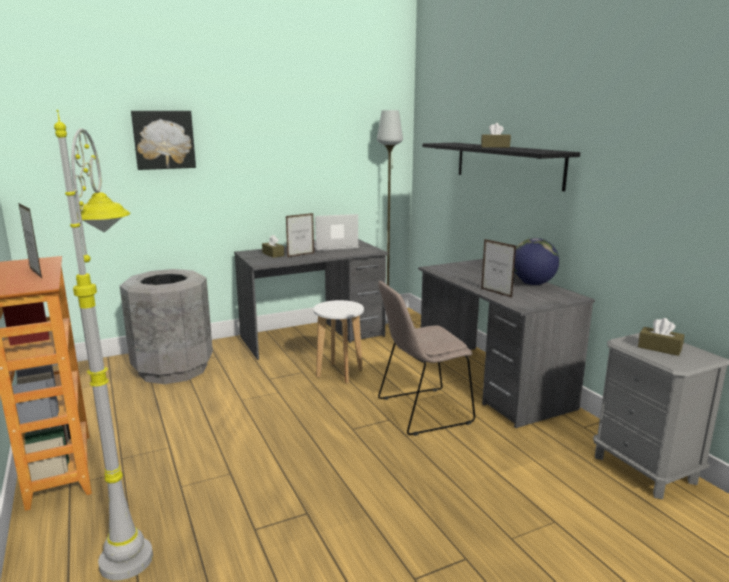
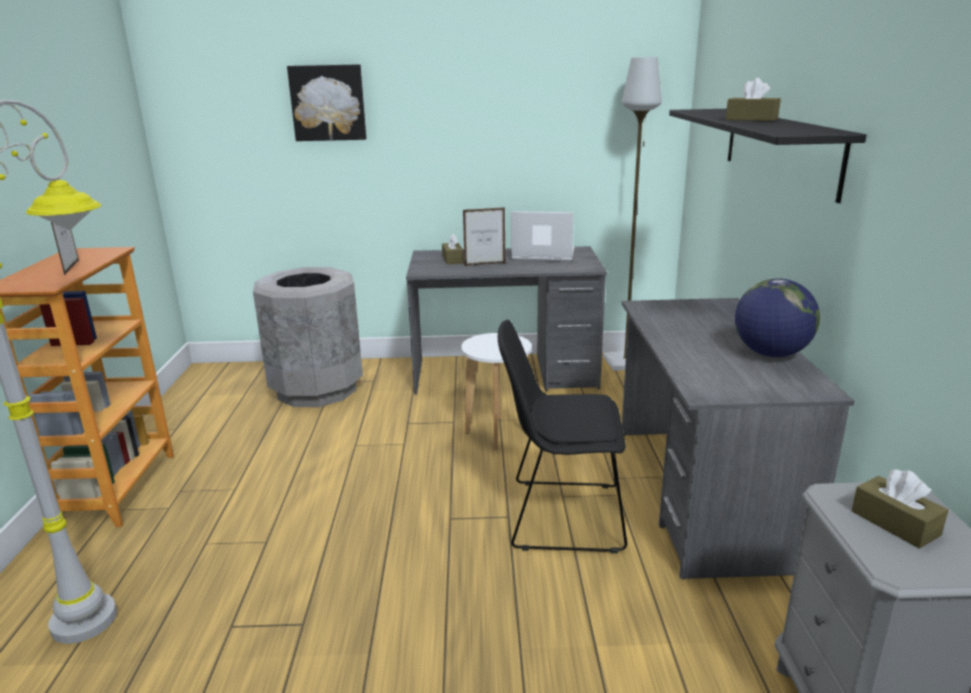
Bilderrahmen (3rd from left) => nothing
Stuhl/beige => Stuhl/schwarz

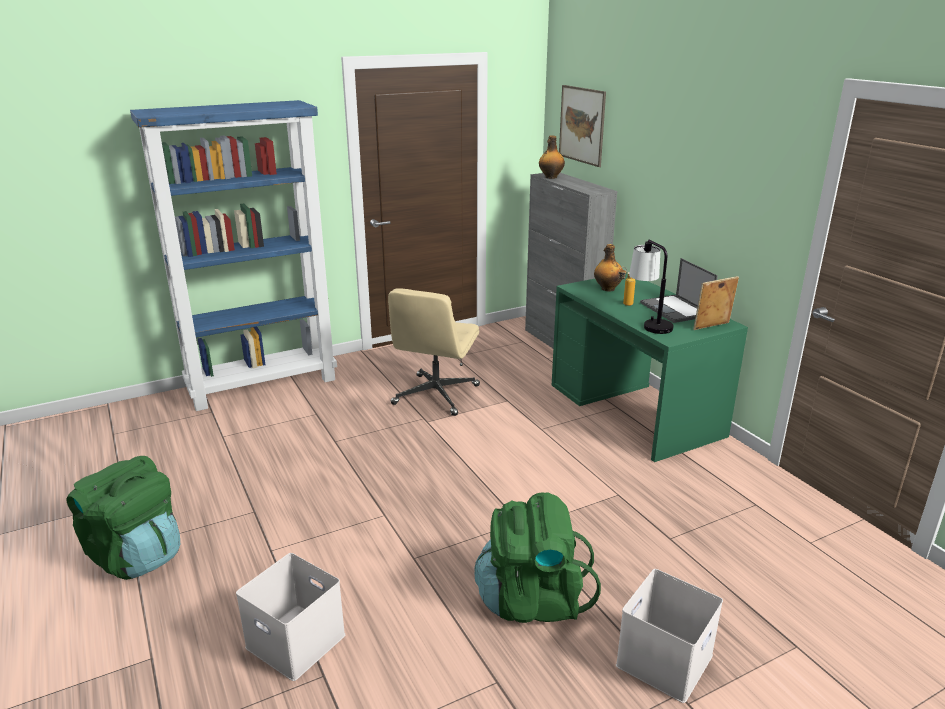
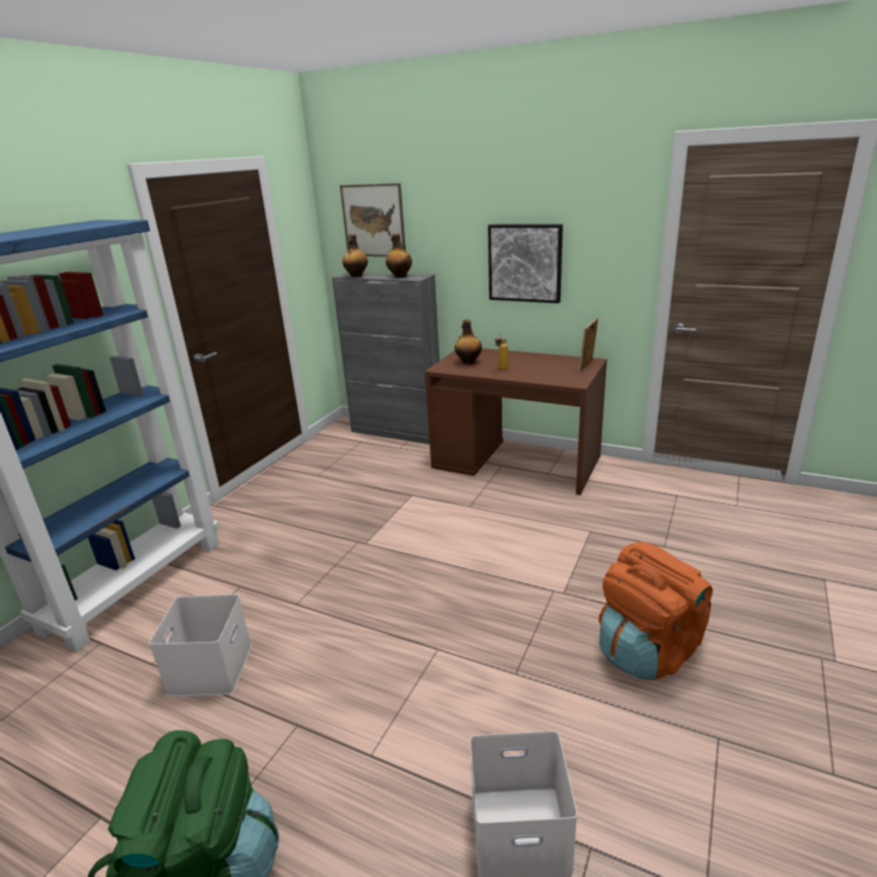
Bürostuhl/beige => nothing
Tischlampe => nothing
Laptop => nothing
nothing => Flasche (2nd from left)
nothing => Bild (2nd from left)
Aufbewahrungsbox/weiß (2nd from left in the first image) => Aufbewahrungsbox/weiß (1st from left), moved
Rucksack/grün (2nd from left) => Rucksack/orange
Schreibtisch/grün => Schreibtisch/braun

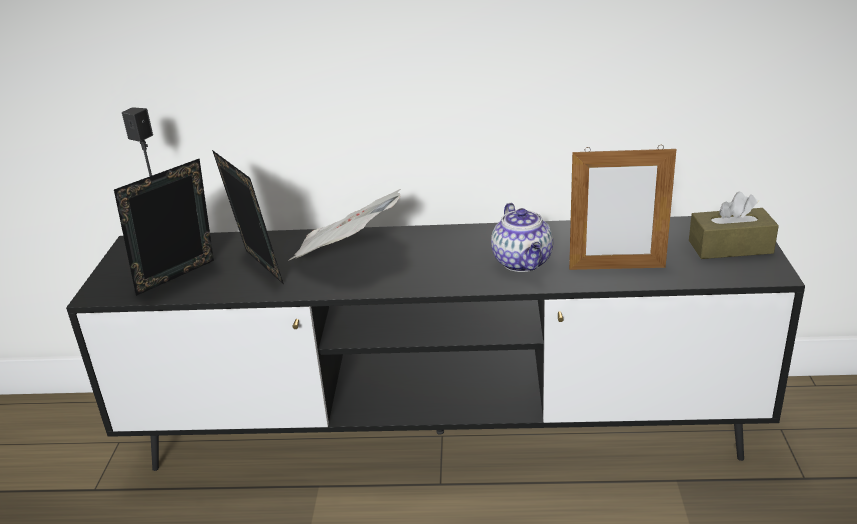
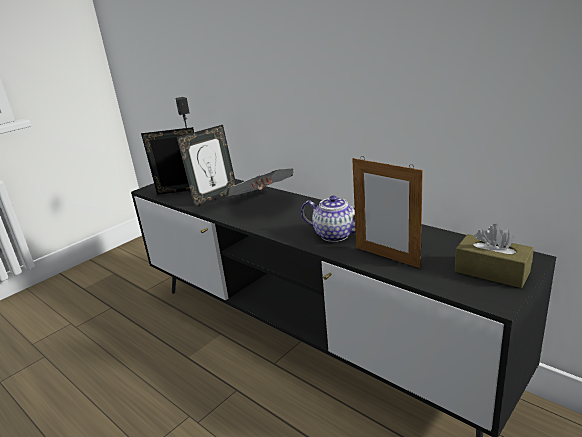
Bilderrahmen (2nd from left), 45 degrees clockwise
Teekanne, 90 degrees counterclockwise

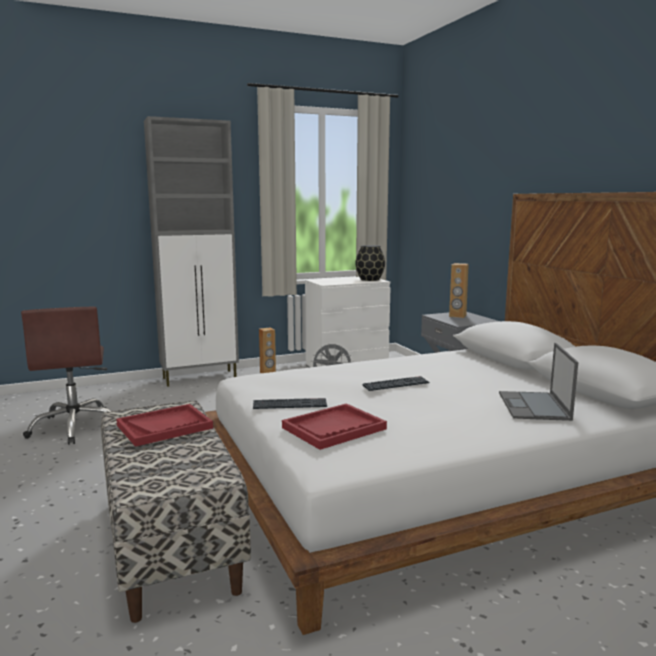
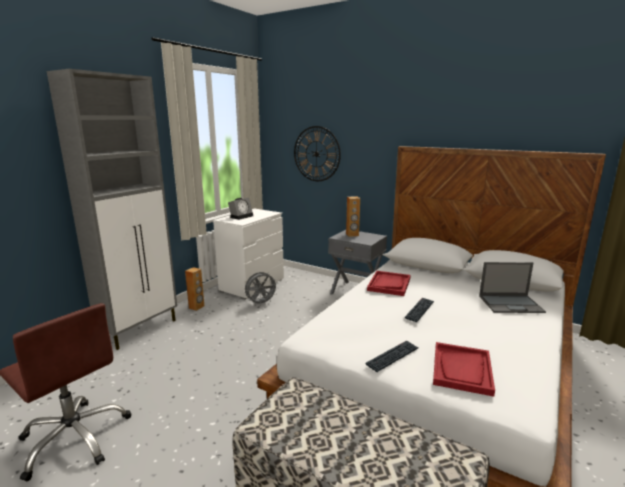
Vase/schwarz => nothing
nothing => Wecker
nothing => Wanduhr
Tablett/rot (1st from left), moved
Laptop, 60 degrees counterclockwise

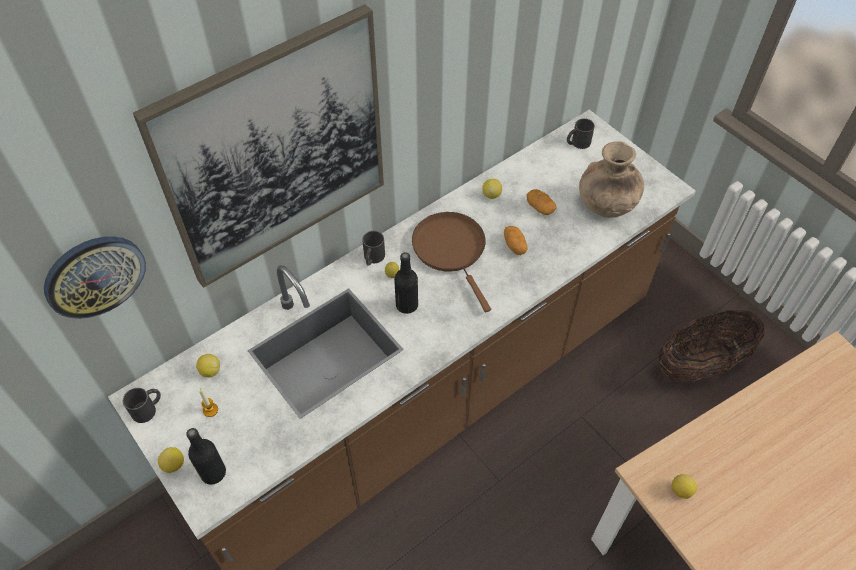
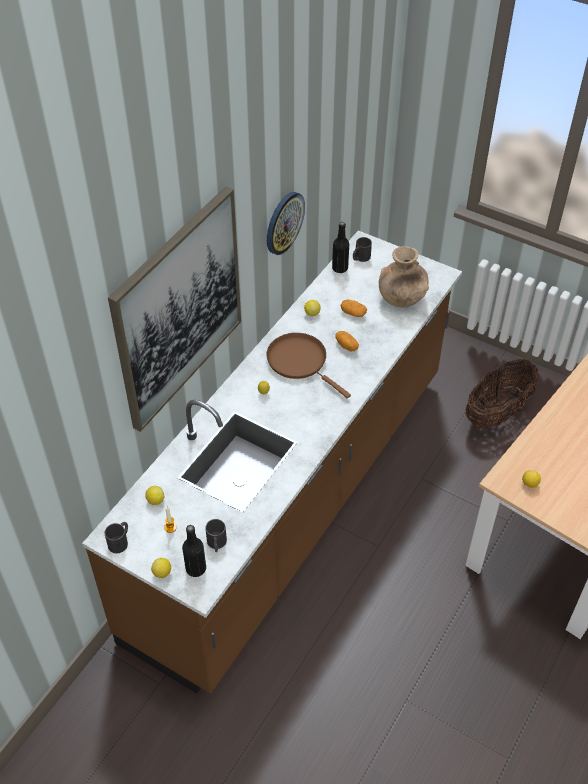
Wanduhr, moved
Henkelbecher/schwarz (2nd from left), moved
Flasche/schwarz (2nd from left), moved

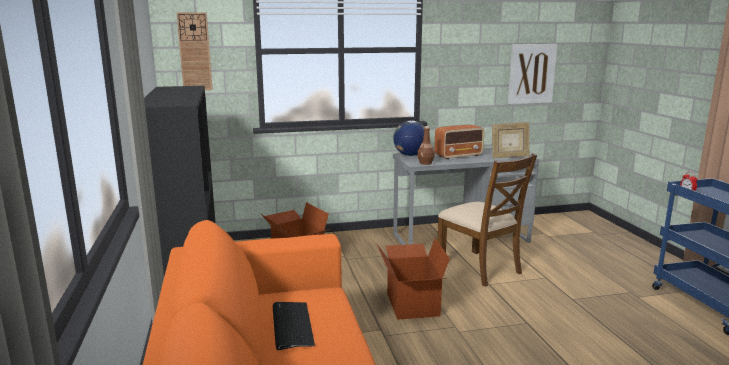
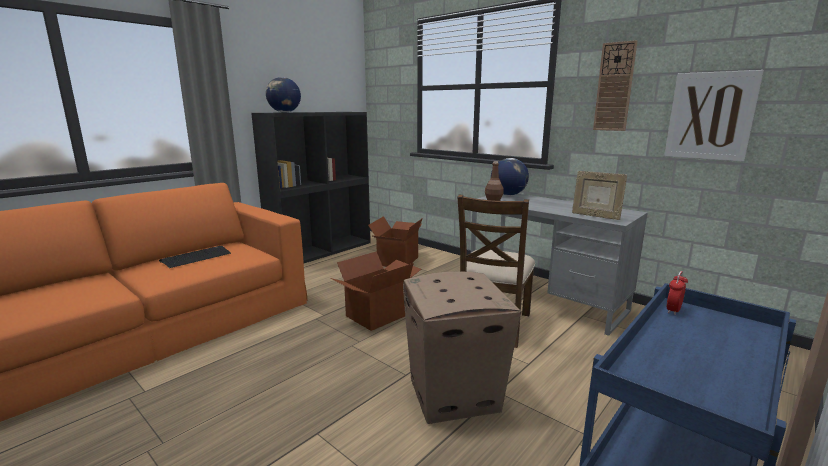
Radio => nothing
nothing => Globus (1st from left)
nothing => Karton (3rd from left)
Wanduhr, moved

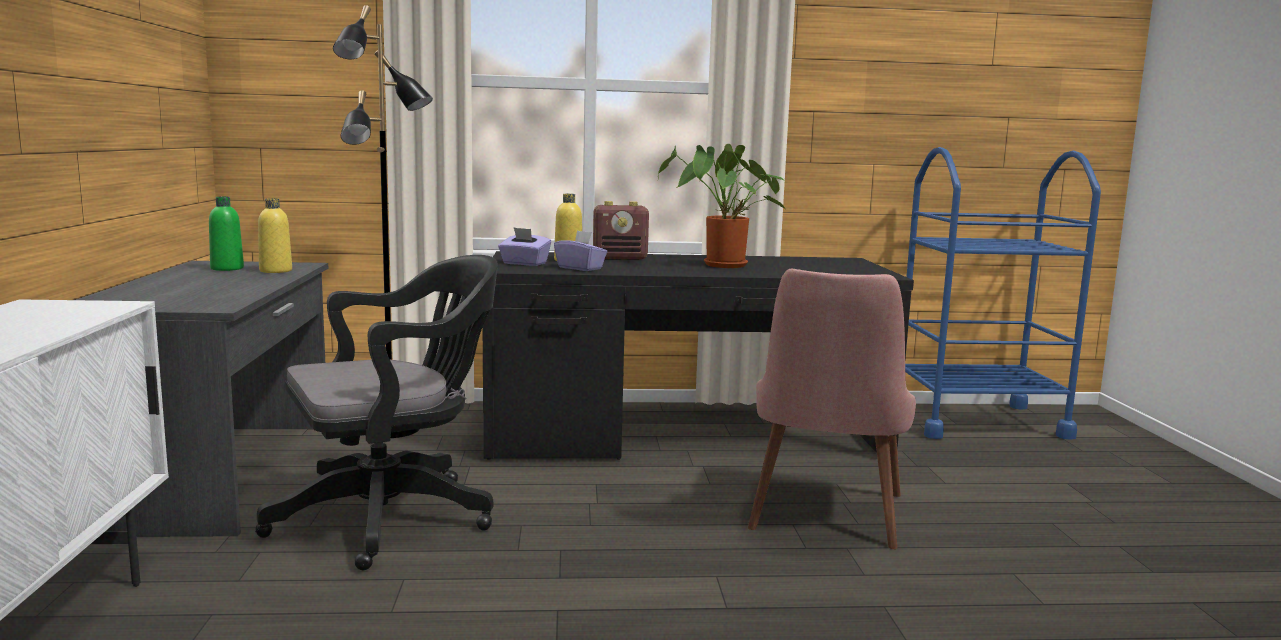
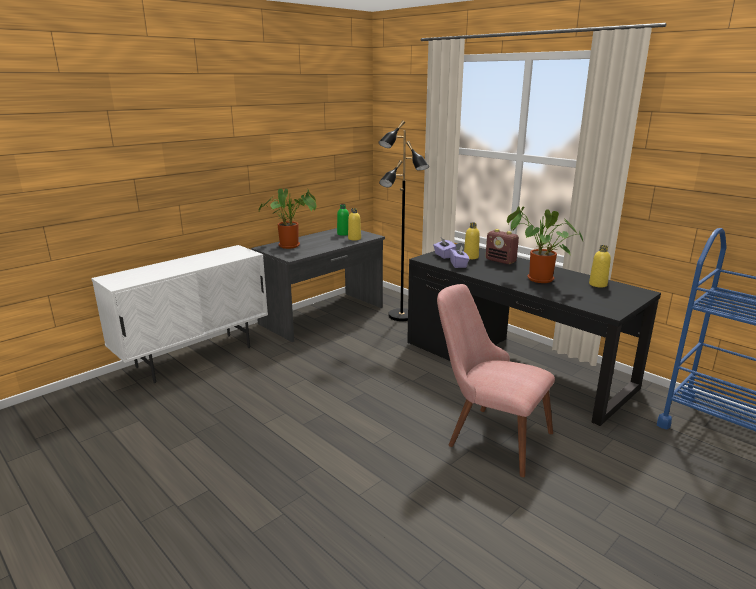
Bürostuhl/schwarz => nothing
nothing => Topfpflanze (1st from left)
nothing => Flasche/gelb (3rd from left)
Stuhl/rosa, 60 degrees clockwise

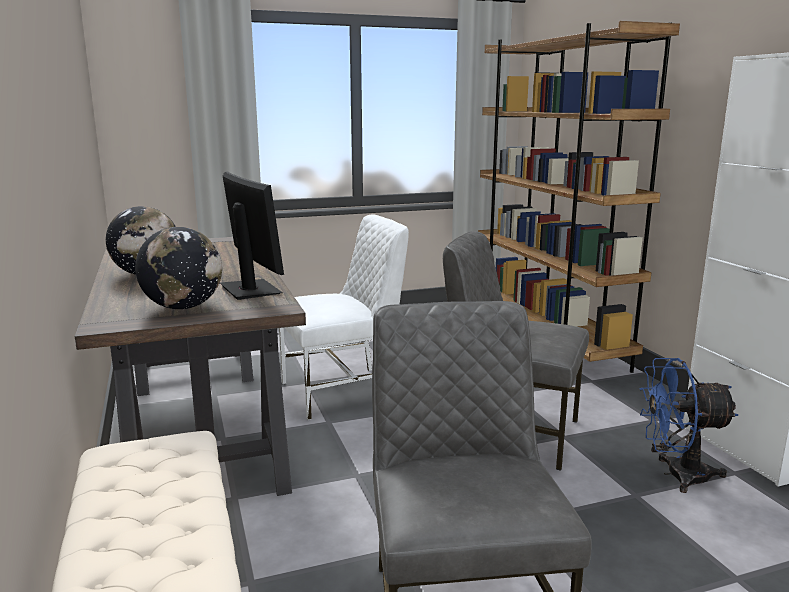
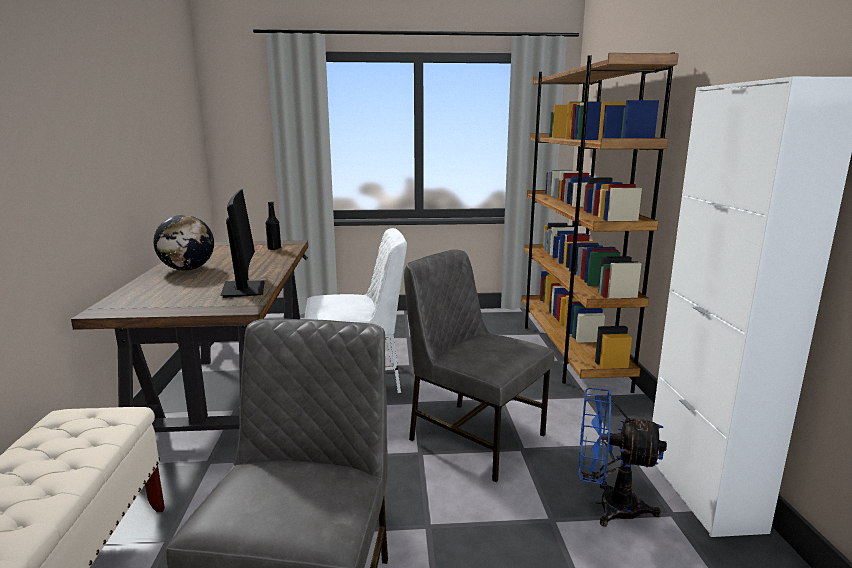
Globus (2nd from left) => nothing
nothing => Flasche/schwarz

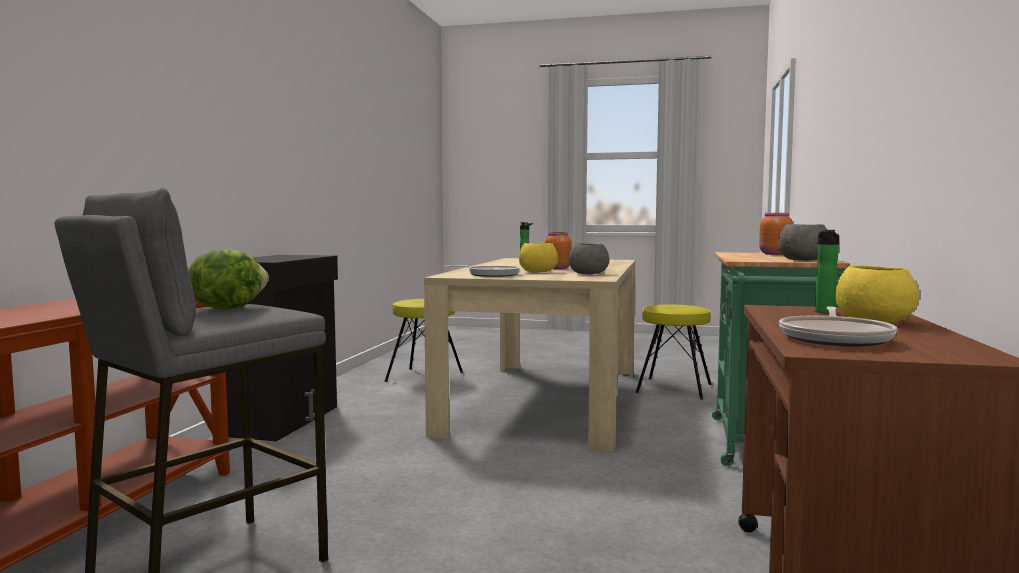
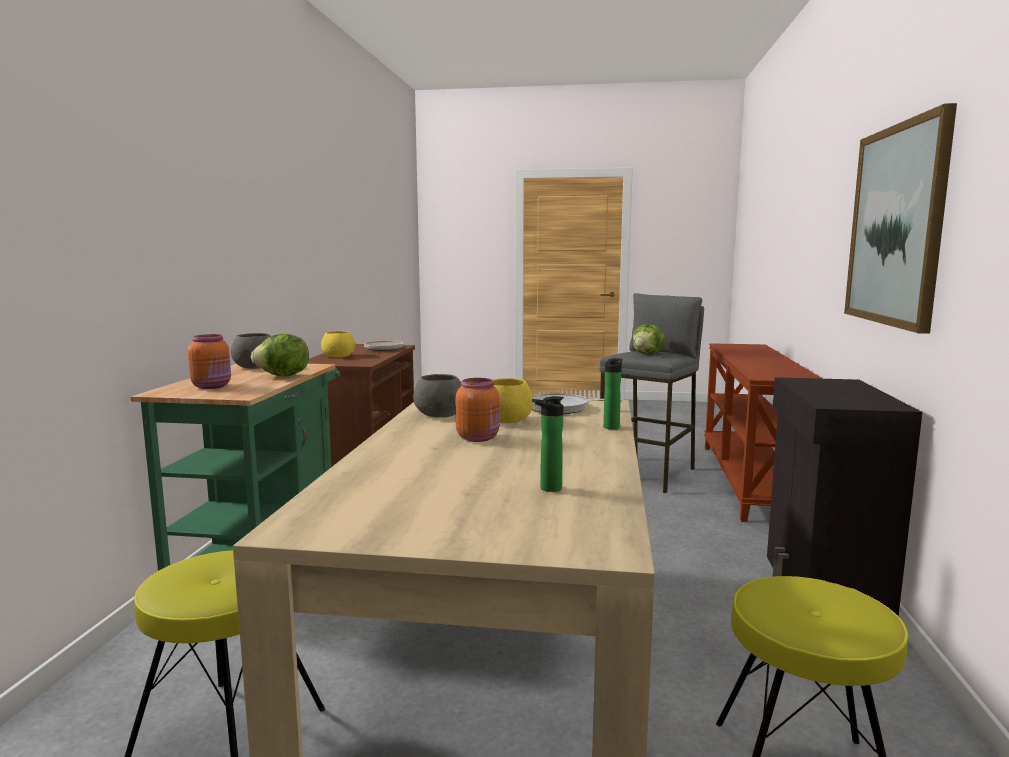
nothing => Salatkopf (1st from left)
nothing => Bild
Flasche (2nd from left), moved

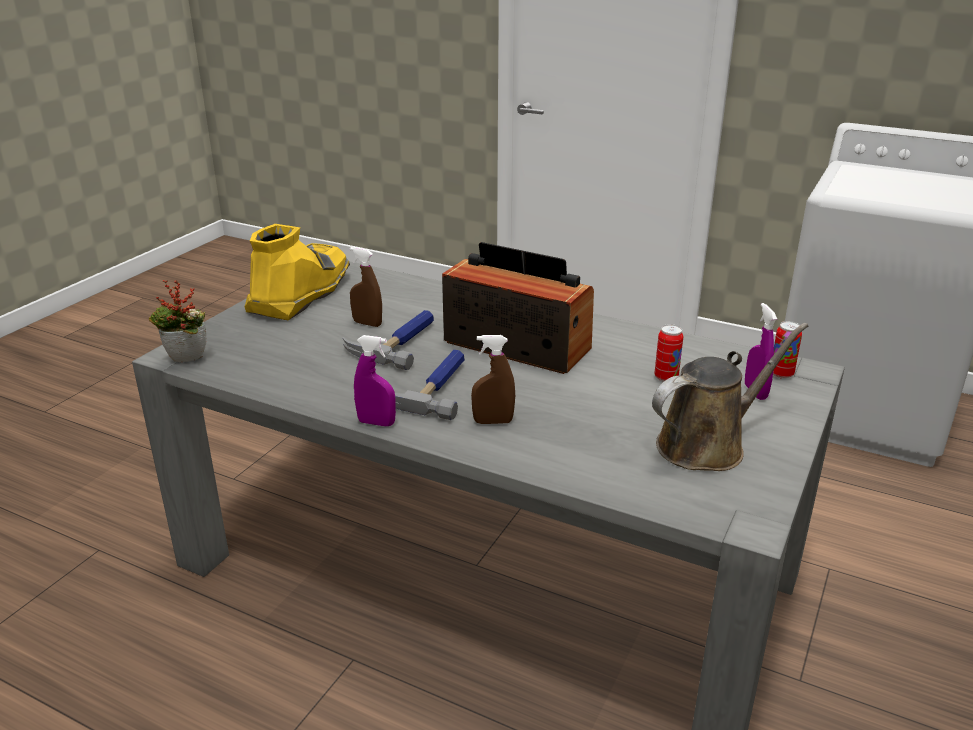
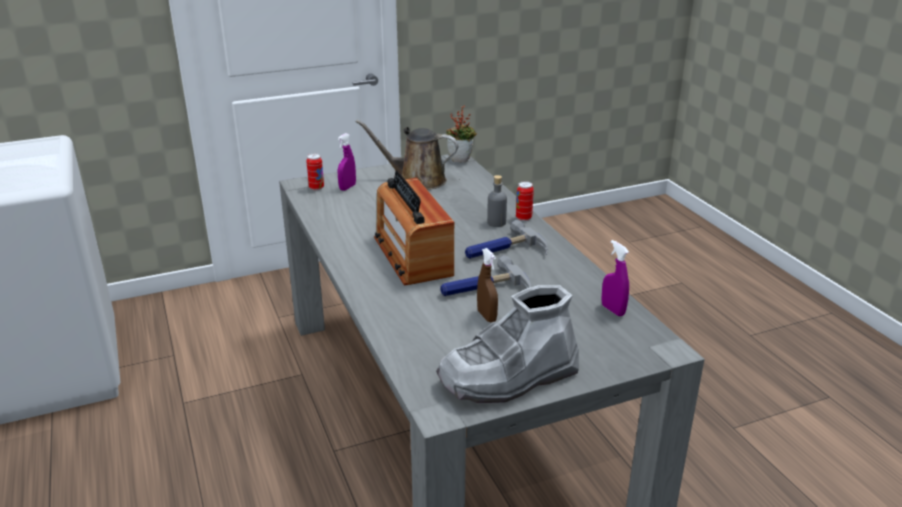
Topfpflanze, moved
Sprühflasche/lila (1st from left in the first image) => Sprühflasche/lila (2nd from left), moved
Dose (1st from left in the first image) => Dose (2nd from left), moved
Sprühflasche/braun (2nd from left) => Flasche/grau
Stiefel/gelb => Stiefel/grau

